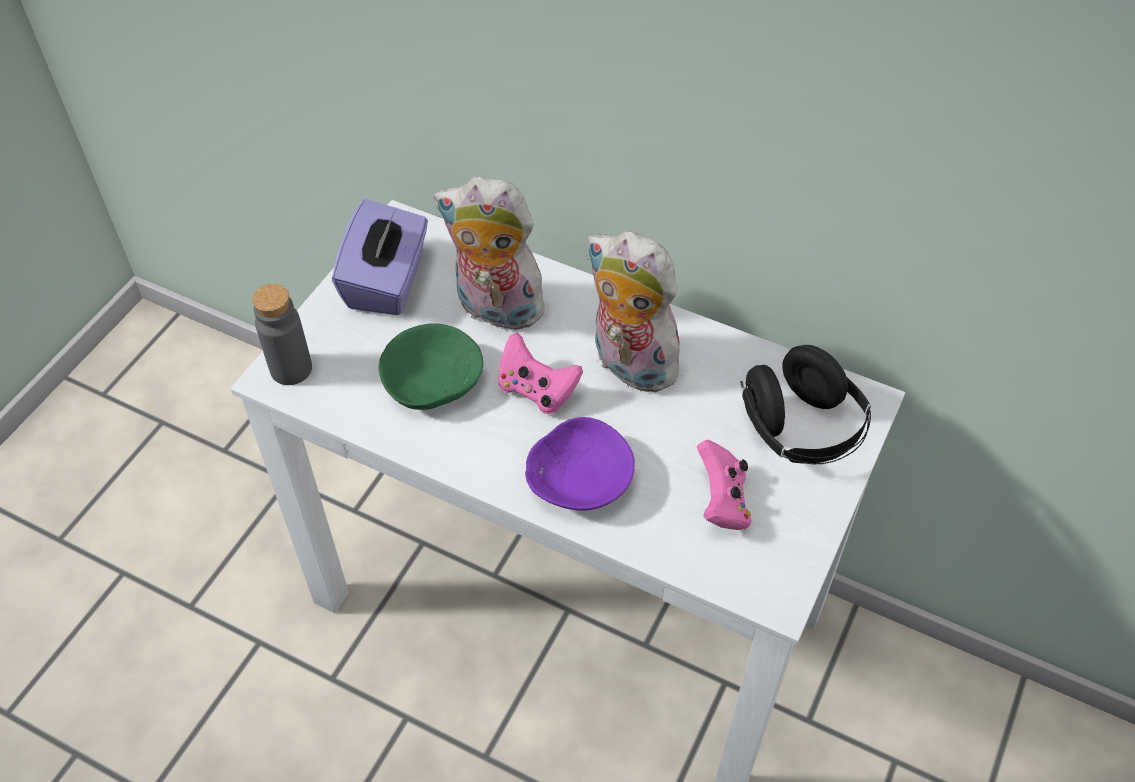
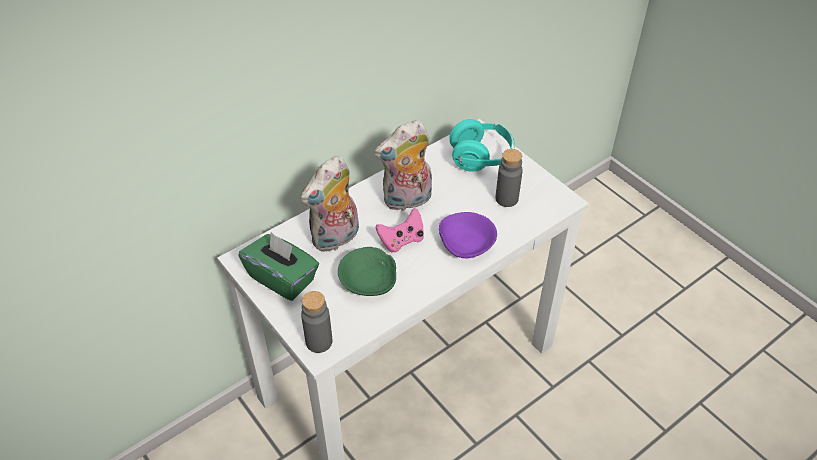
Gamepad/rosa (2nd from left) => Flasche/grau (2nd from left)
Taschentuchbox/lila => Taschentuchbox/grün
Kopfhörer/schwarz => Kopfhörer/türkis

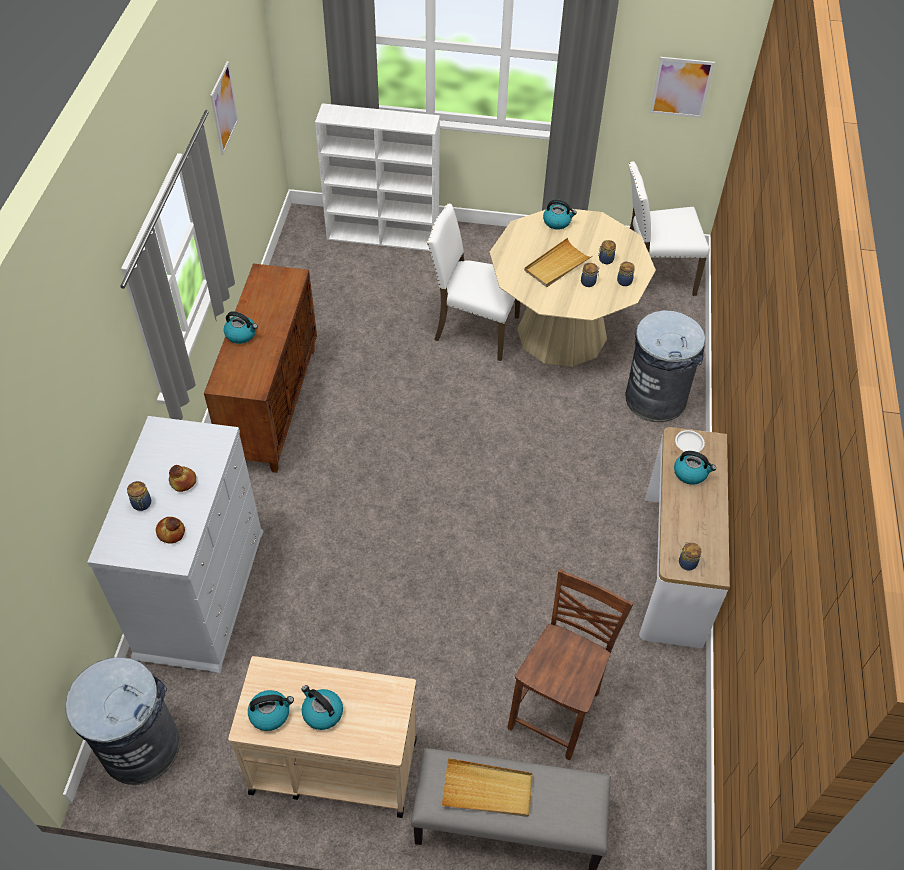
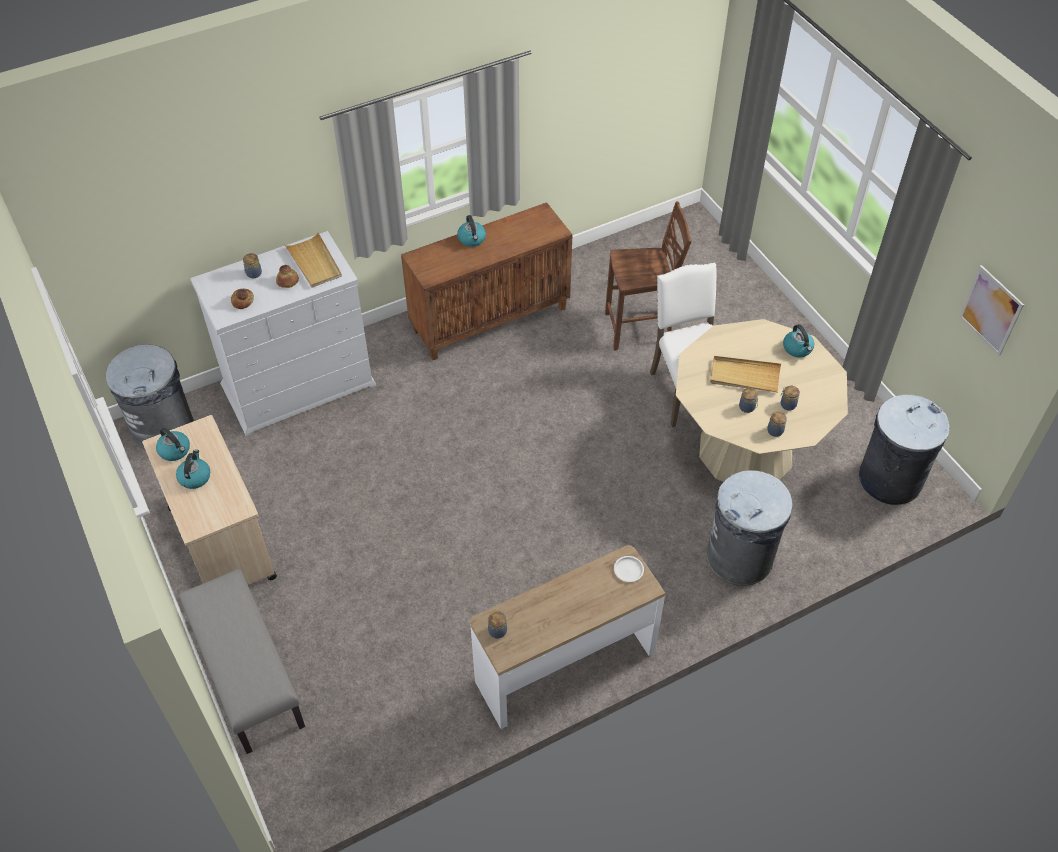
Bild (1st from left) => nothing
Bücherregal/weiß => nothing
Wasserkessel (5th from left) => nothing
Tablett/beige (1st from left), moved
Stuhl/braun, moved
Stuhl/weiß (2nd from left) => Mülleimer/grau (3rd from left)

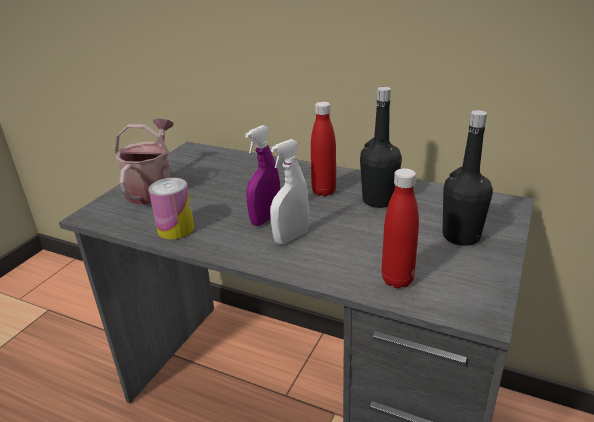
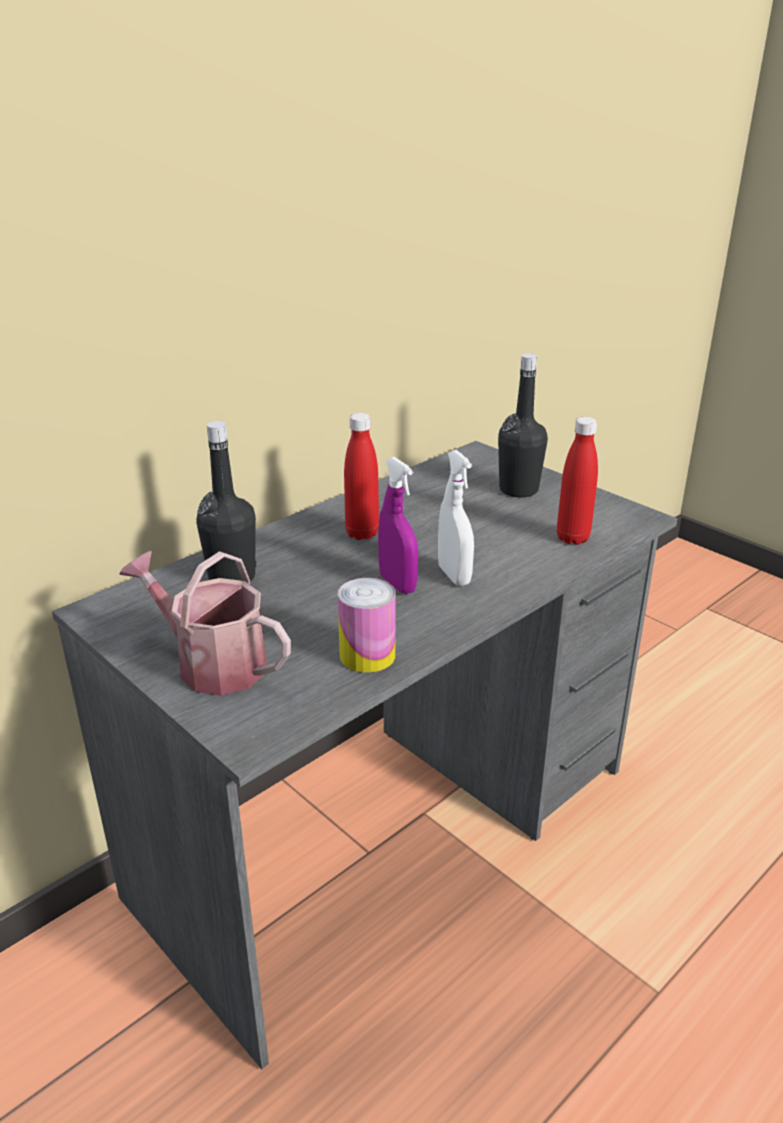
Flasche/schwarz (1st from left), moved

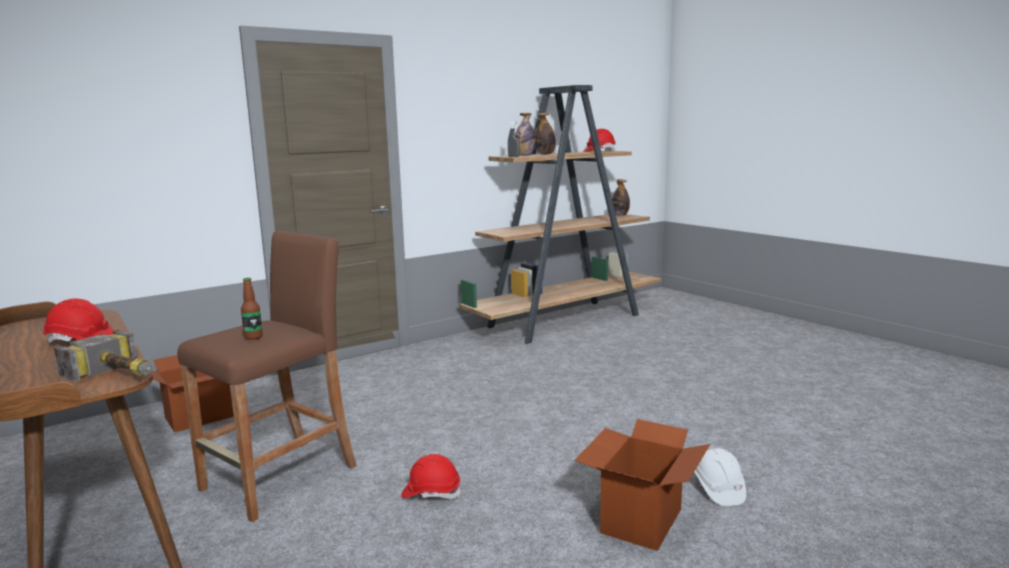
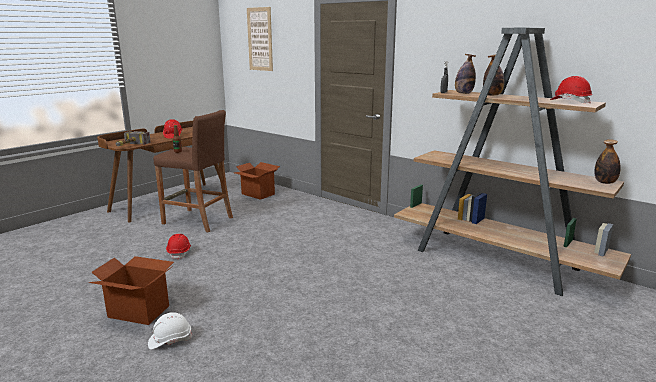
nothing => Bild

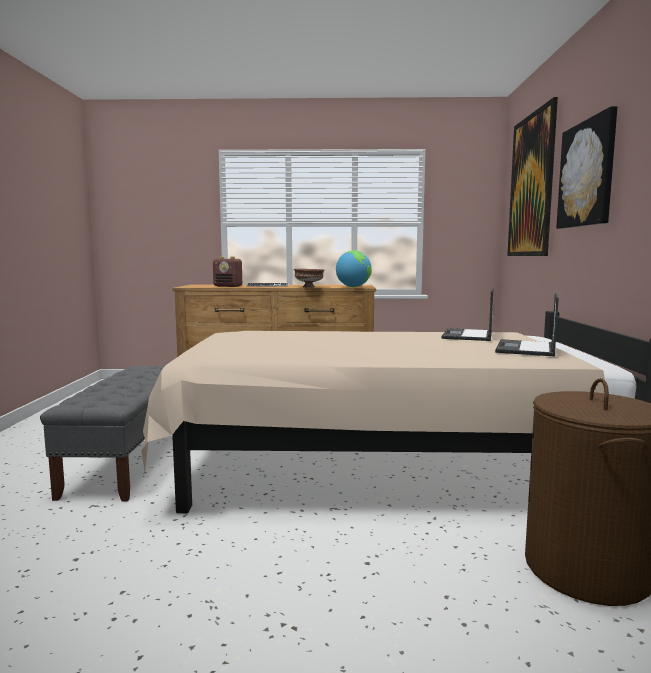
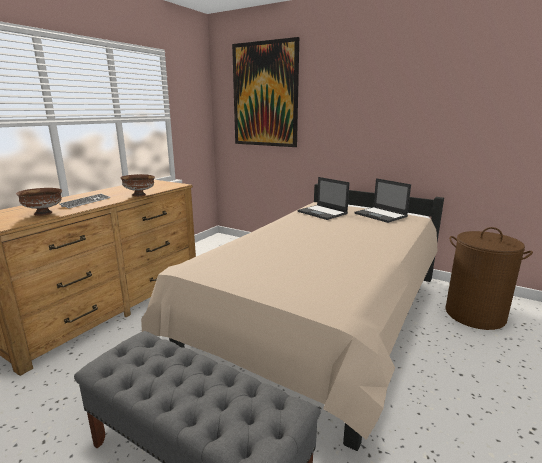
Globus => nothing
Bild (2nd from left) => nothing
Radio => Schüssel/braun (1st from left)

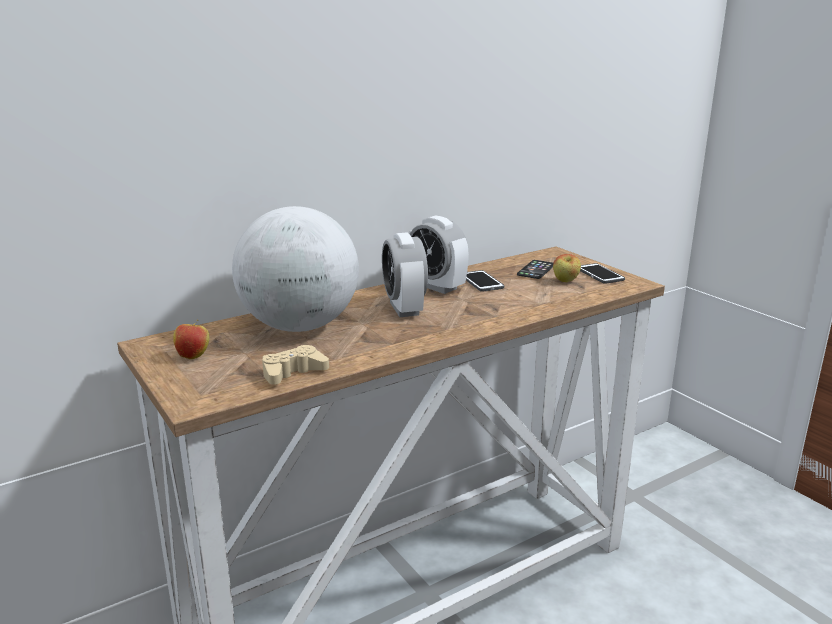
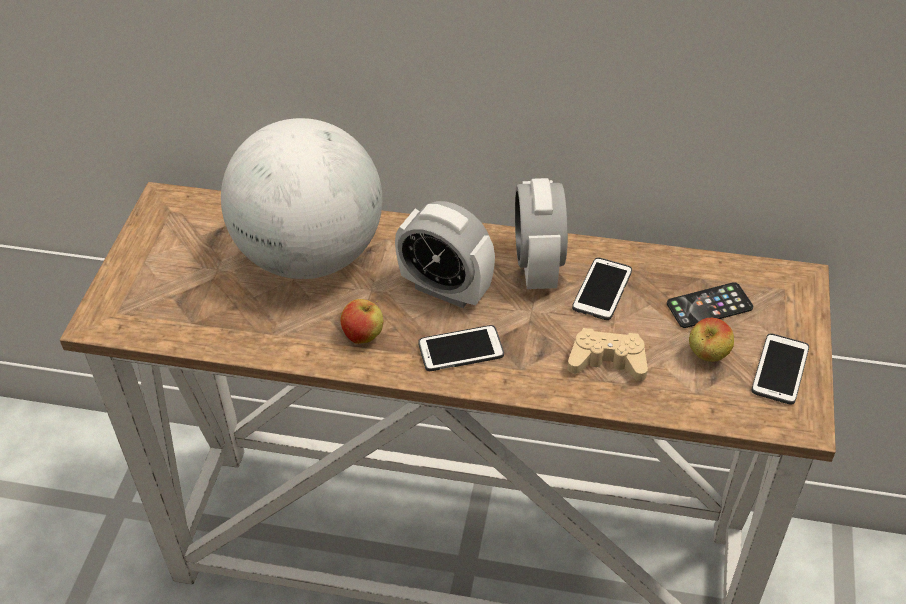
nothing => Handy (1st from left)
Apfel (1st from left), moved
Gamepad/beige, moved
Wecker (1st from left), 90 degrees counterclockwise

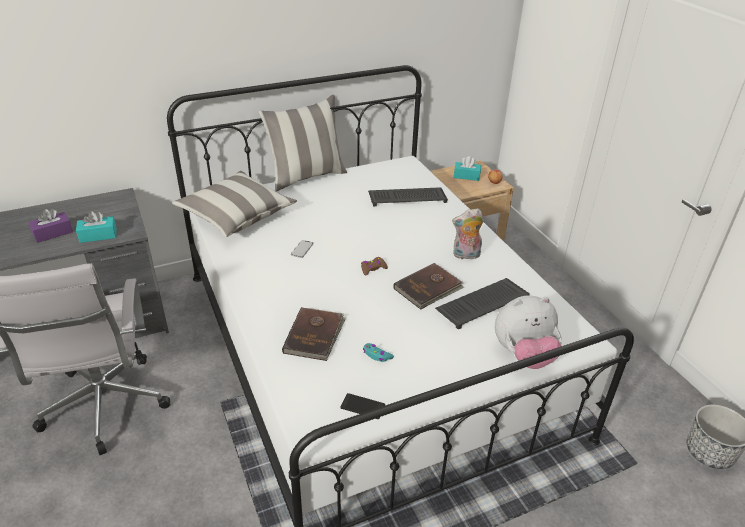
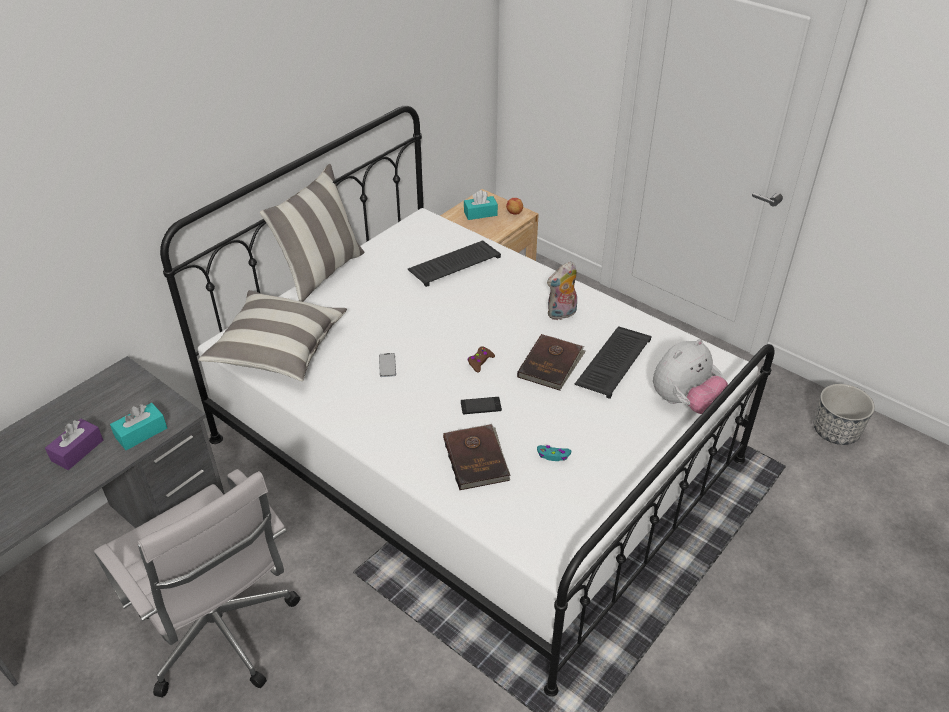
Handy (2nd from left), moved

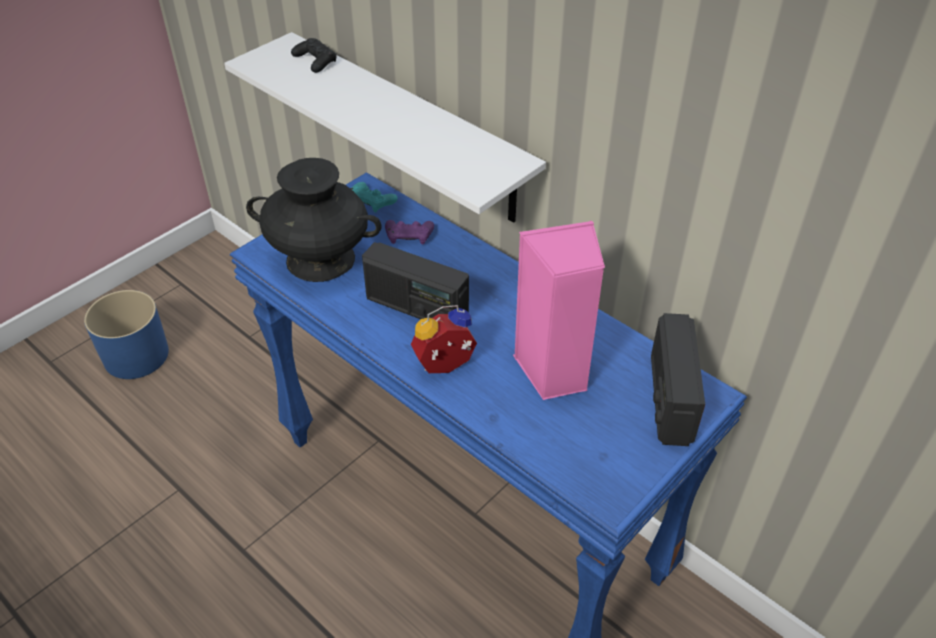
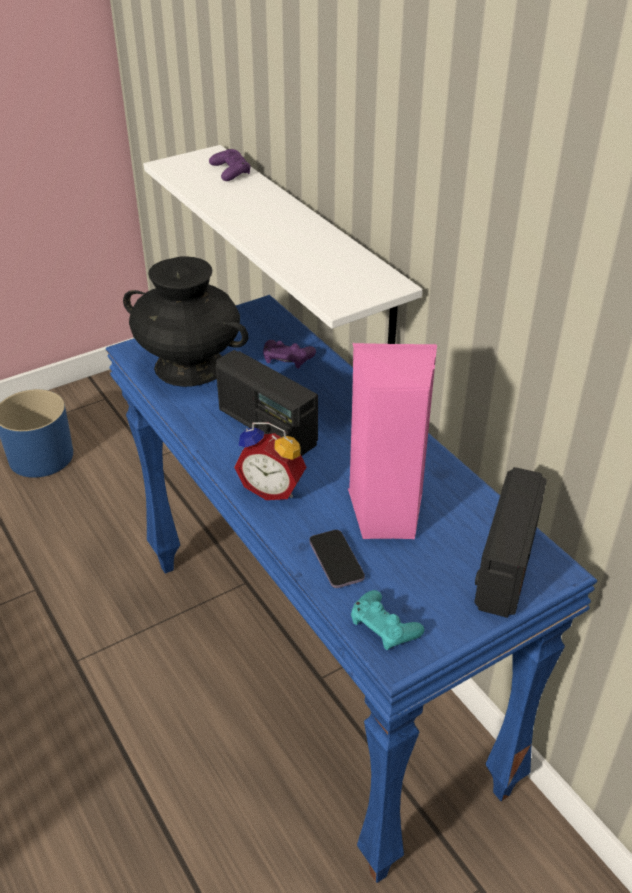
nothing => Handy
Gamepad/türkis, moved
Gamepad/schwarz => Gamepad/lila (1st from left)
Wecker, 150 degrees counterclockwise

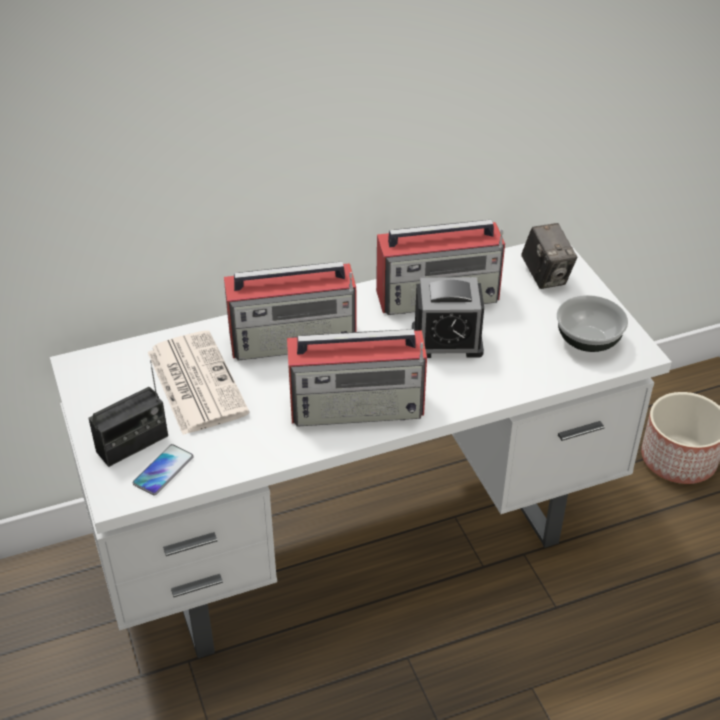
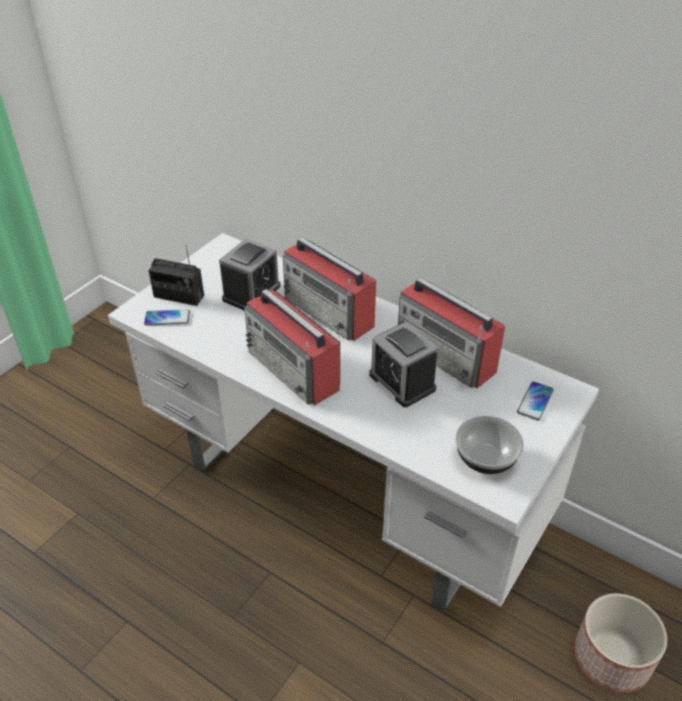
Zeitung => Wecker (1st from left)
Kamera => Handy (2nd from left)

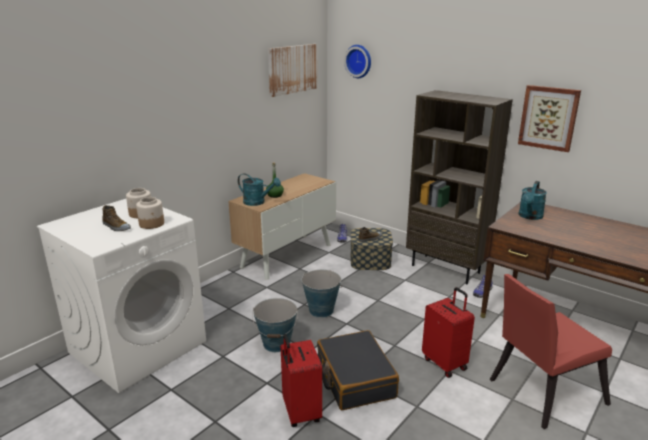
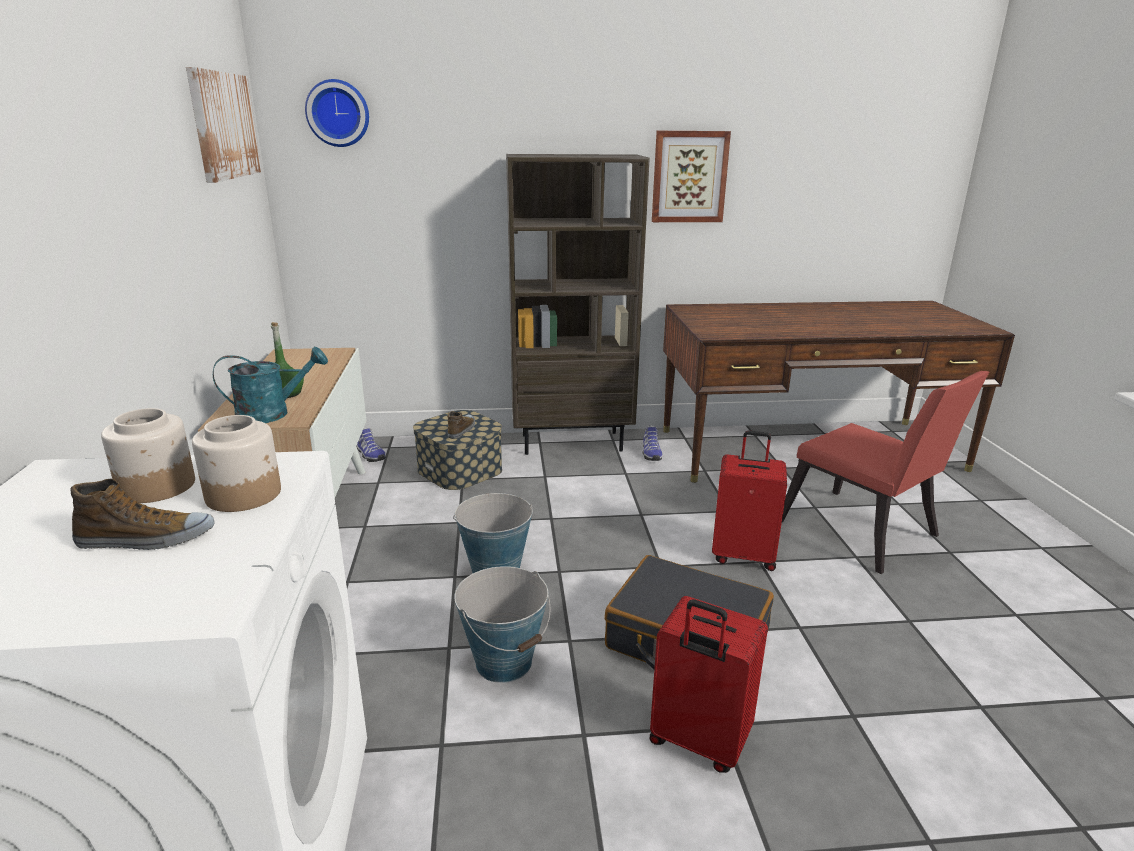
Gießkanne/türkis (2nd from left) => nothing
Stuhl/rot, 60 degrees counterclockwise

